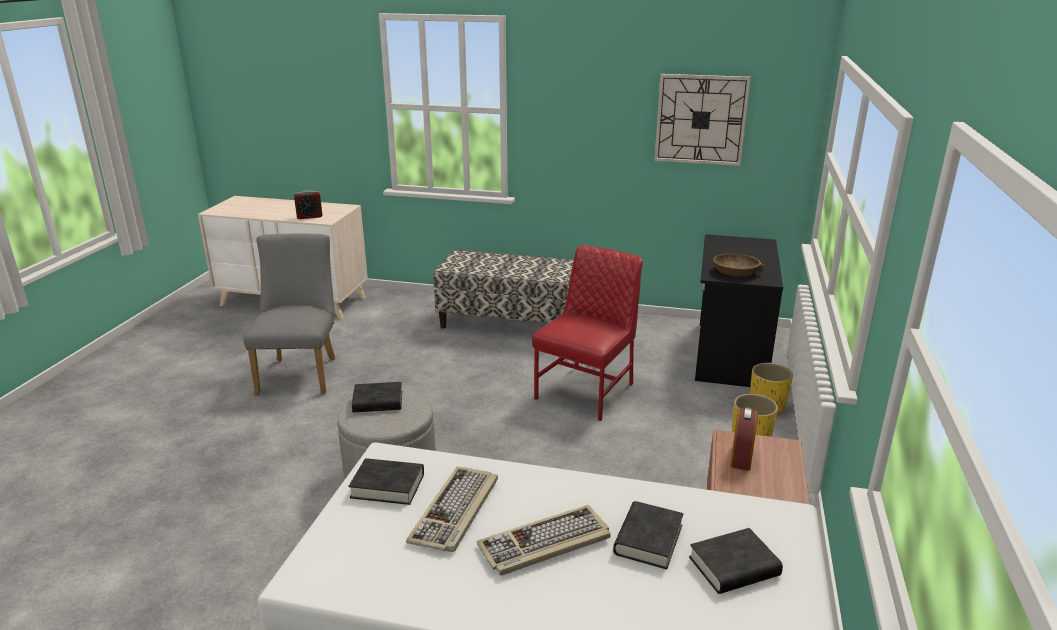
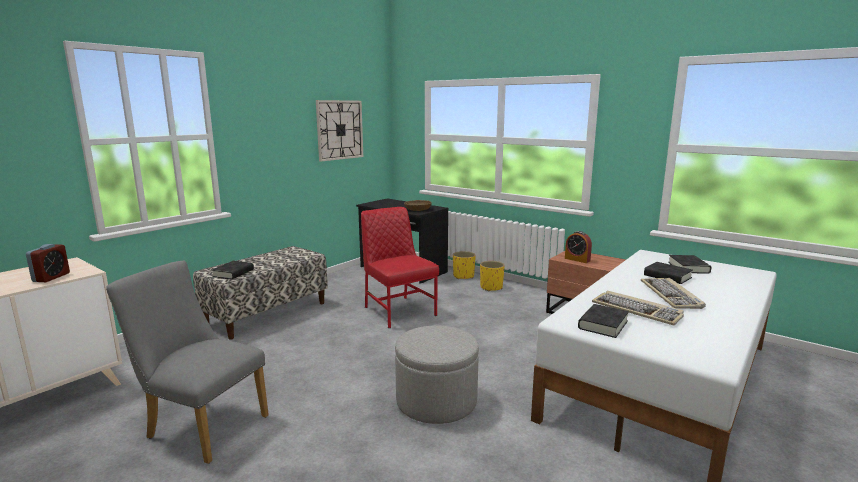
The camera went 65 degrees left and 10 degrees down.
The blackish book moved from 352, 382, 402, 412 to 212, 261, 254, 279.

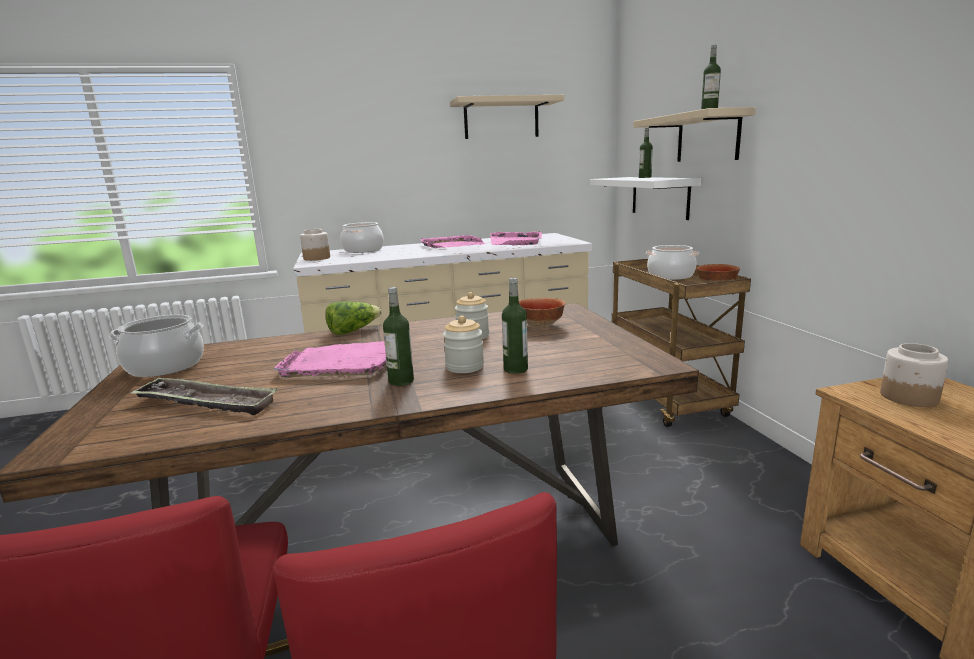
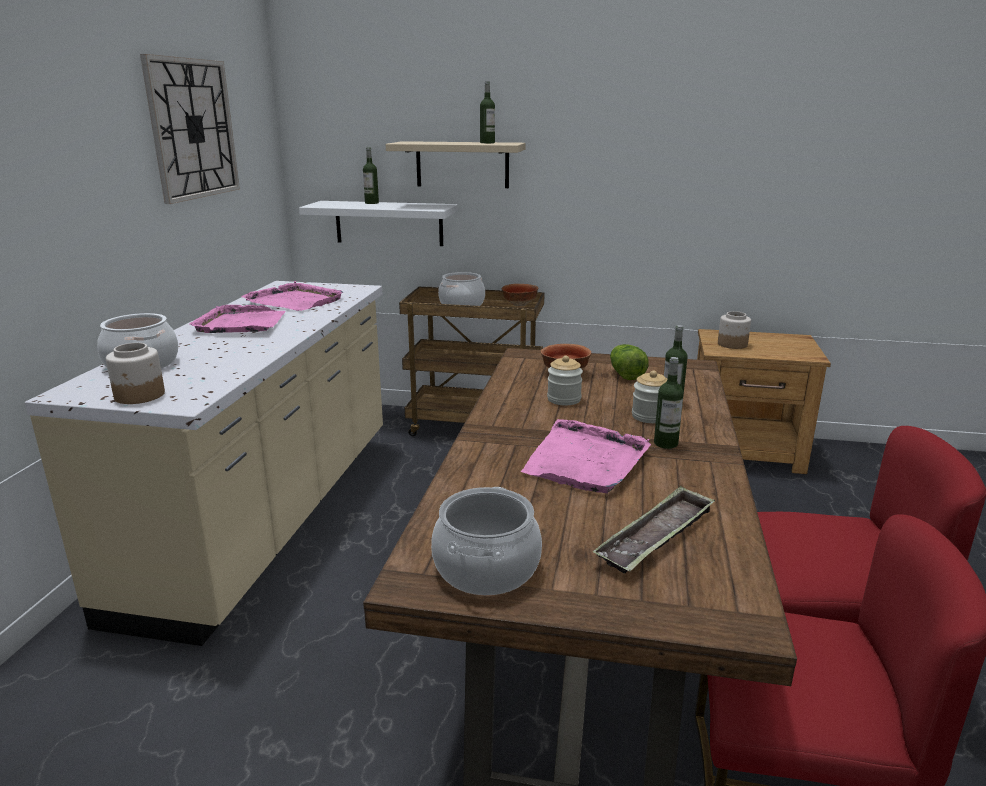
The camera went 65 degrees left and 5 degrees up.
The lettuce head moved from 325, 301, 382, 335 to 610, 344, 649, 380.
The beige-coloured wall shelf at 450, 95, 564, 139 was replaced by the hanging clock at 140, 54, 240, 204.

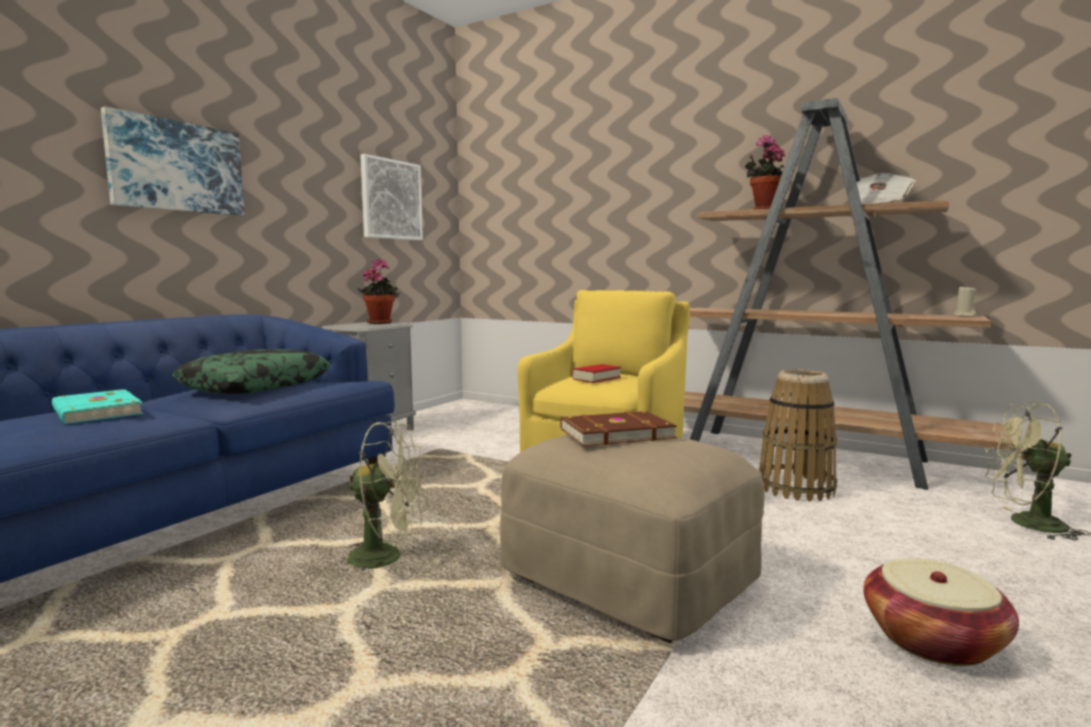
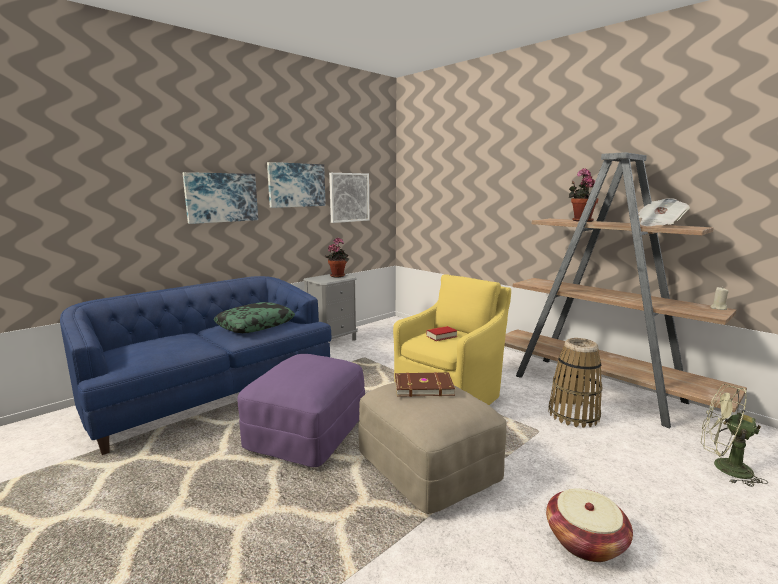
The camera went 15 degrees right and 5 degrees up.
The turquoise-coloured book at 52, 389, 144, 424 disappeared.
The greenish electric fan at 347, 421, 428, 571 was replaced by the purplish ottoman at 237, 354, 365, 467.
The wall picture at 267, 162, 326, 208 appeared.

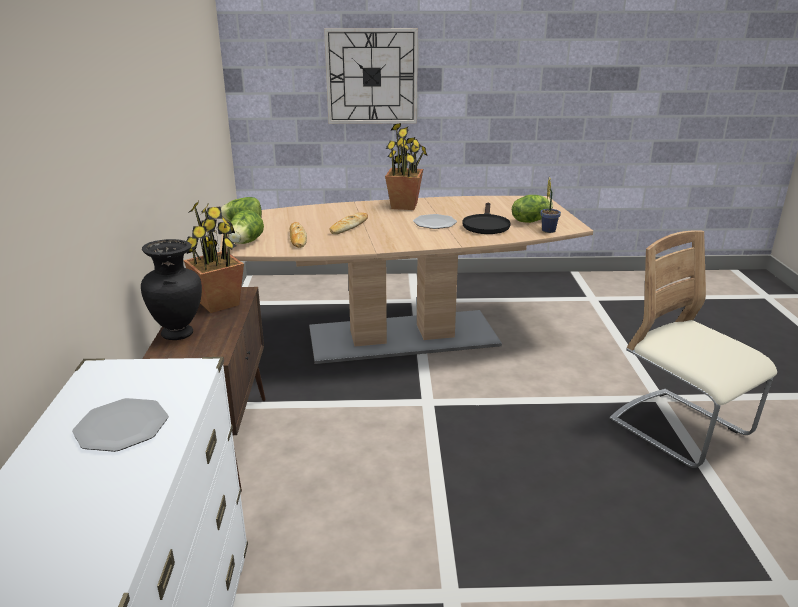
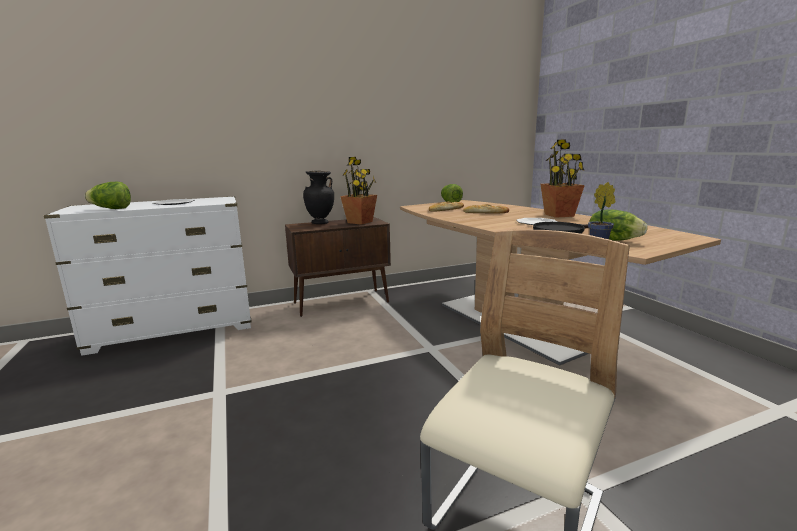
The camera went 70 degrees right and 10 degrees down.
The lettuce head moved from 228, 210, 264, 244 to 85, 182, 131, 209.
The hanging clock at 324, 28, 418, 124 disappeared.

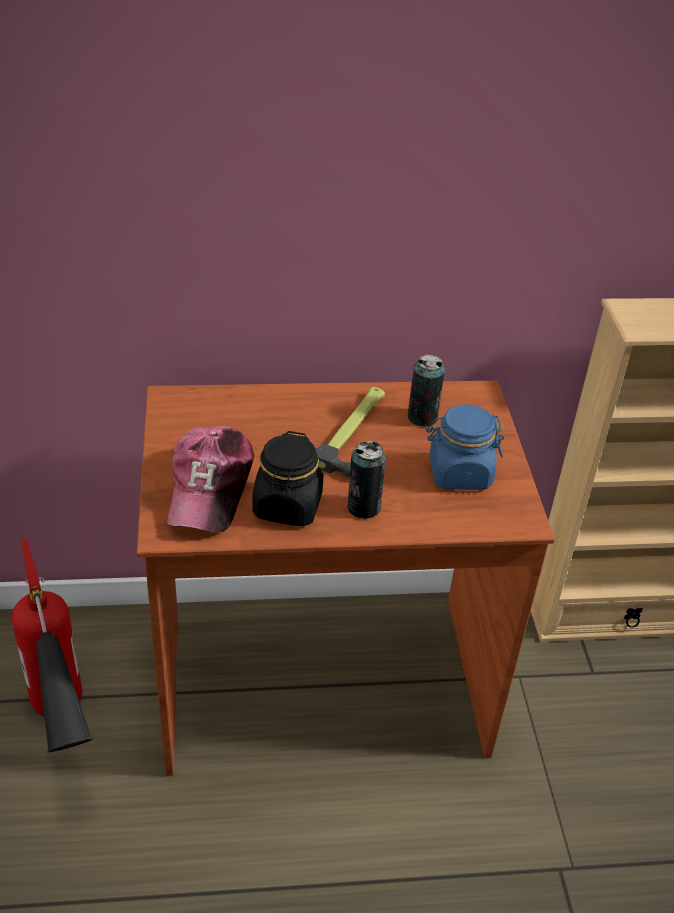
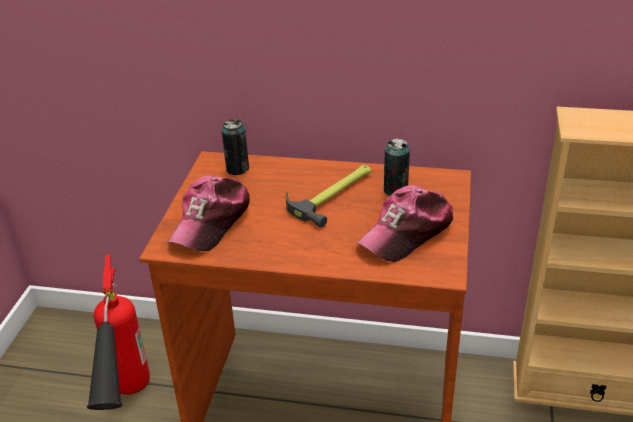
The camera went 20 degrees right and 5 degrees down.
The blackish storage jar at 252, 431, 323, 526 disappeared.
The sealed can moved from 348, 441, 386, 519 to 222, 119, 249, 175.
The bluish storage jar at 426, 404, 505, 490 was replaced by the peaked cap at 357, 185, 454, 262.

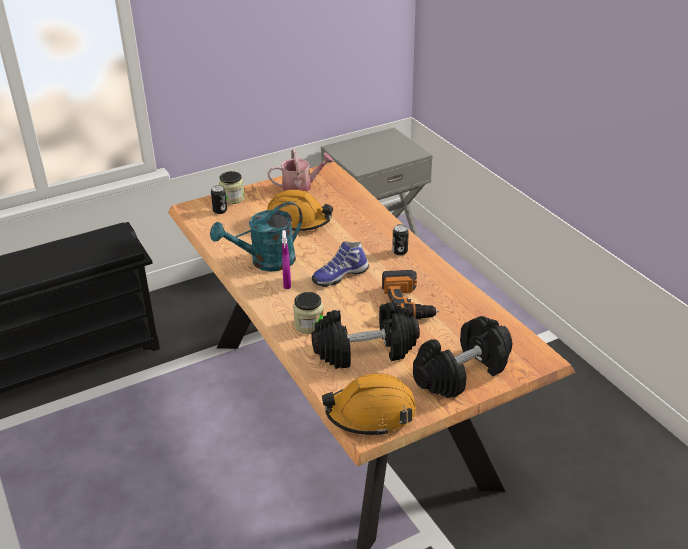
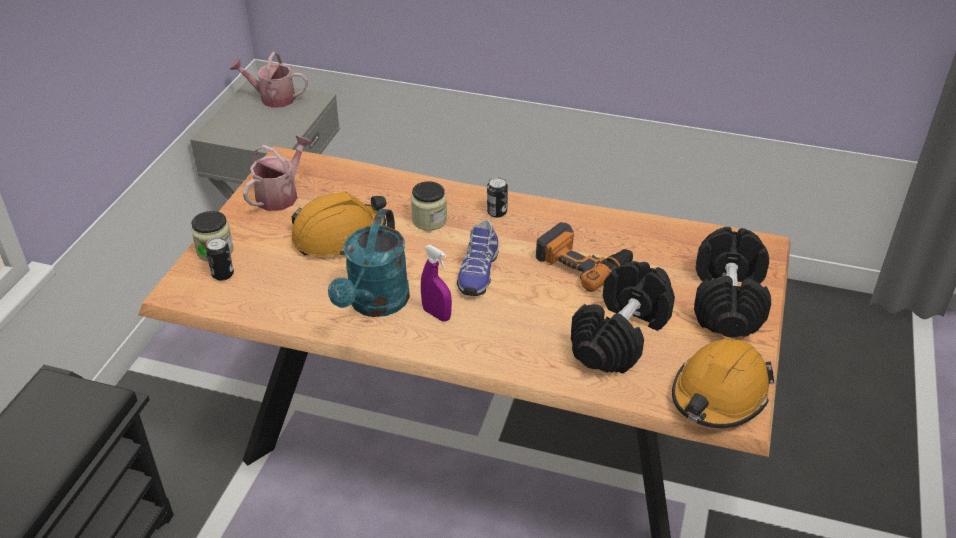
The camera went 45 degrees left and 5 degrees up.
The storage jar moved from 293, 292, 323, 334 to 411, 181, 447, 231.
The watering can at 230, 52, 308, 108 appeared.

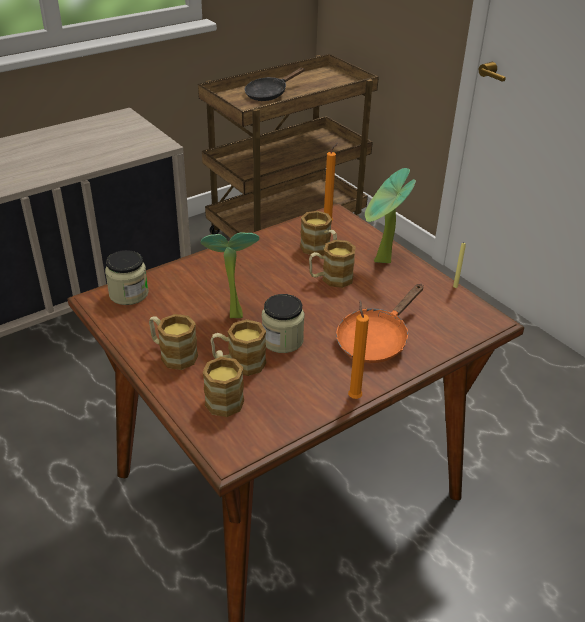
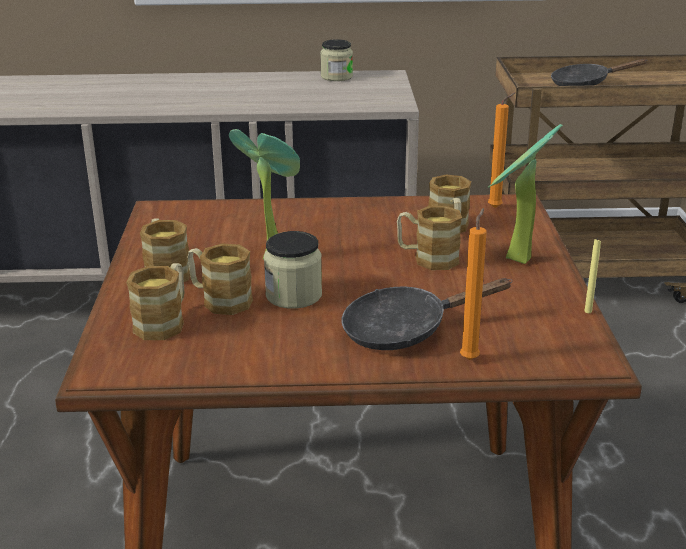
The camera went 35 degrees right and 10 degrees down.
The storage jar moved from 105, 250, 149, 305 to 320, 39, 353, 81.
The orangey pan at 336, 284, 423, 363 became the blackish pan at 341, 278, 512, 350.
The orangey candle moved from 348, 300, 369, 399 to 460, 208, 487, 360.

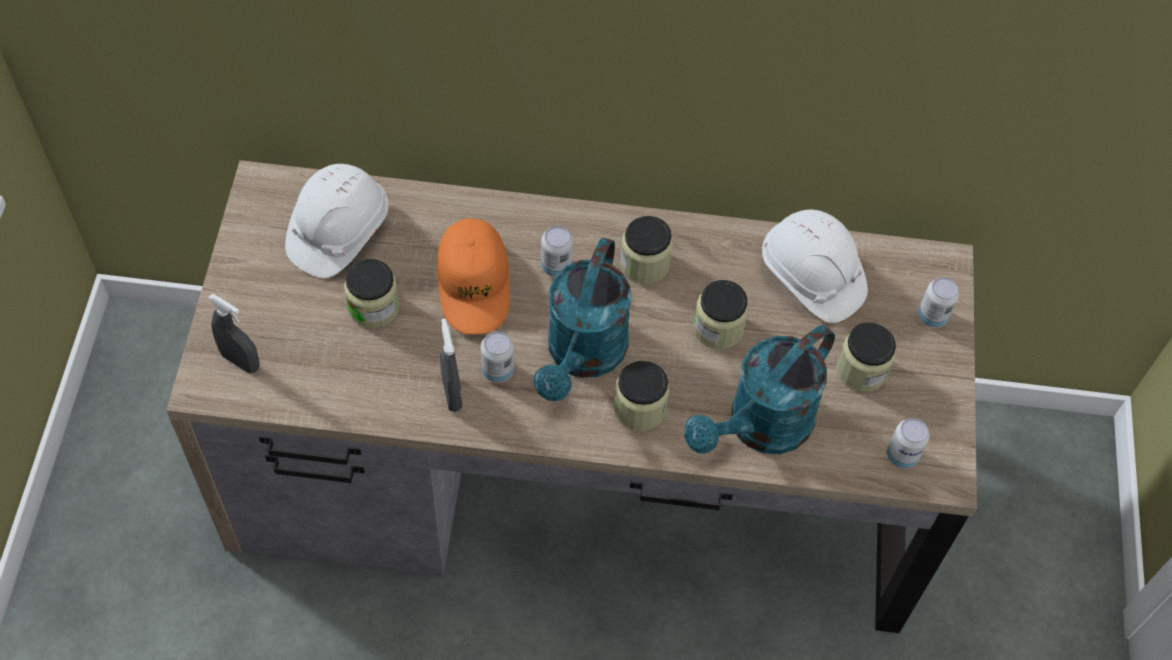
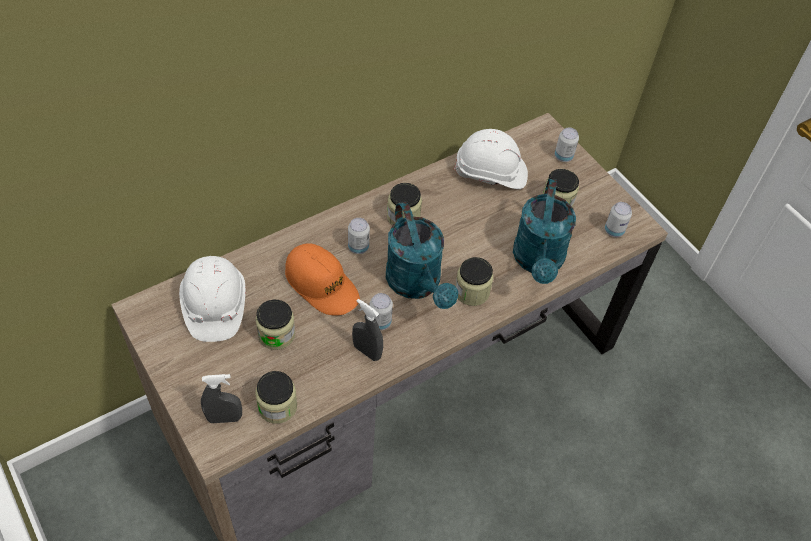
The camera went 40 degrees left and 5 degrees down.
The storage jar moved from 693, 280, 749, 349 to 255, 371, 297, 424.

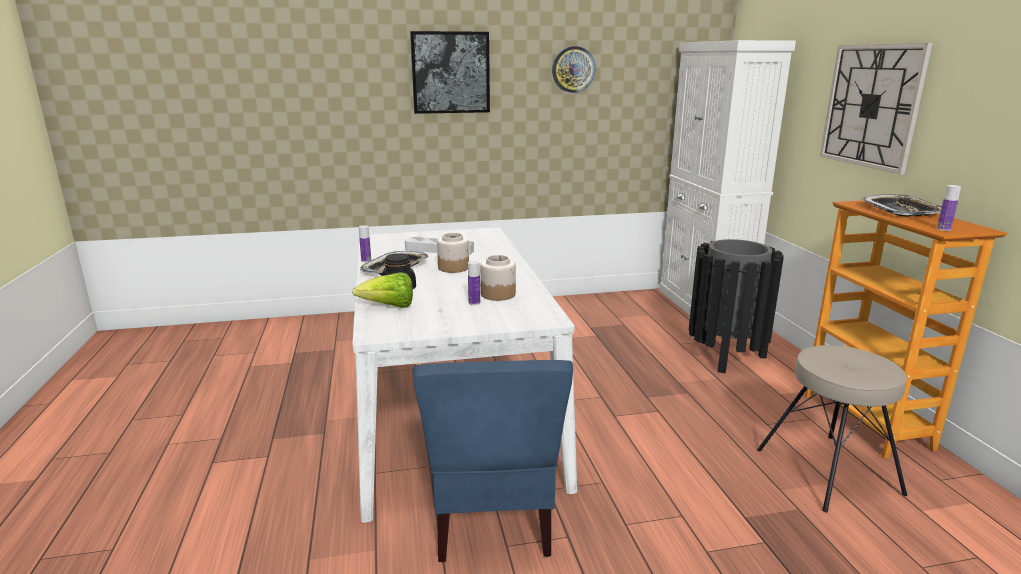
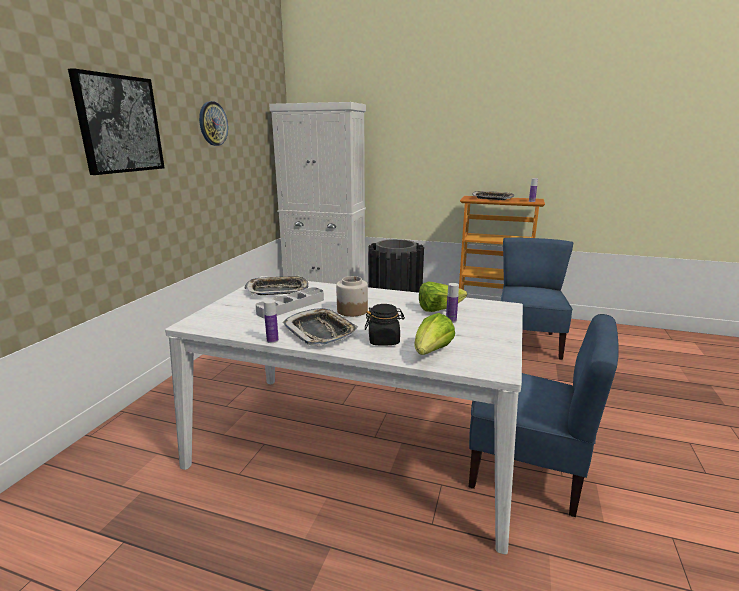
The camera went 60 degrees left and 0 degrees up.
The storage jar at 480, 255, 516, 301 was replaced by the lettuce head at 419, 281, 467, 312.
The beige-coloured stool at 757, 345, 907, 512 was replaced by the bluish plain chair at 501, 238, 573, 360.
The hanging clock at 820, 43, 933, 174 disappeared.
The carrying tray at 244, 275, 308, 295 appeared.

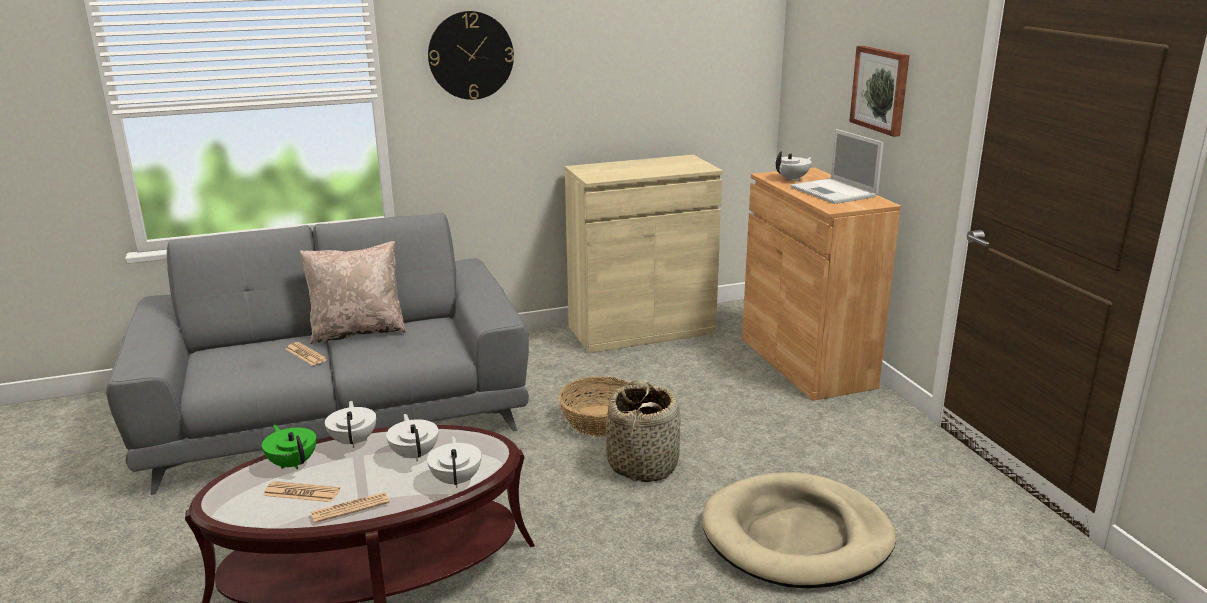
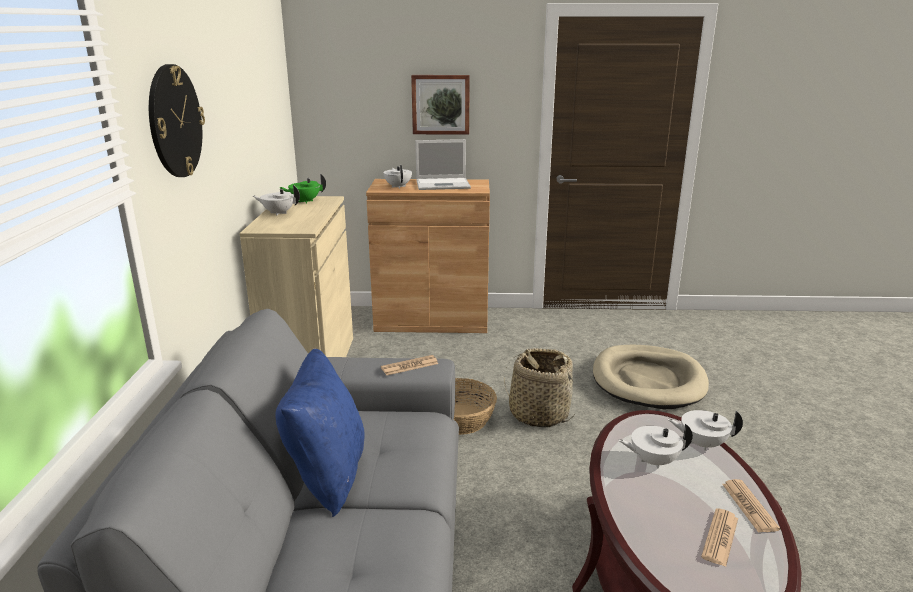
The camera went 70 degrees left and 0 degrees up.
The greenish tea pot moved from 262, 425, 316, 469 to 279, 174, 326, 203.
The newspaper moved from 285, 342, 327, 366 to 381, 355, 438, 375.
The beige-coloured cushion at 300, 241, 406, 344 became the bluish cushion at 275, 348, 365, 517.
The white tea pot moved from 325, 401, 376, 448 to 253, 185, 300, 215.

